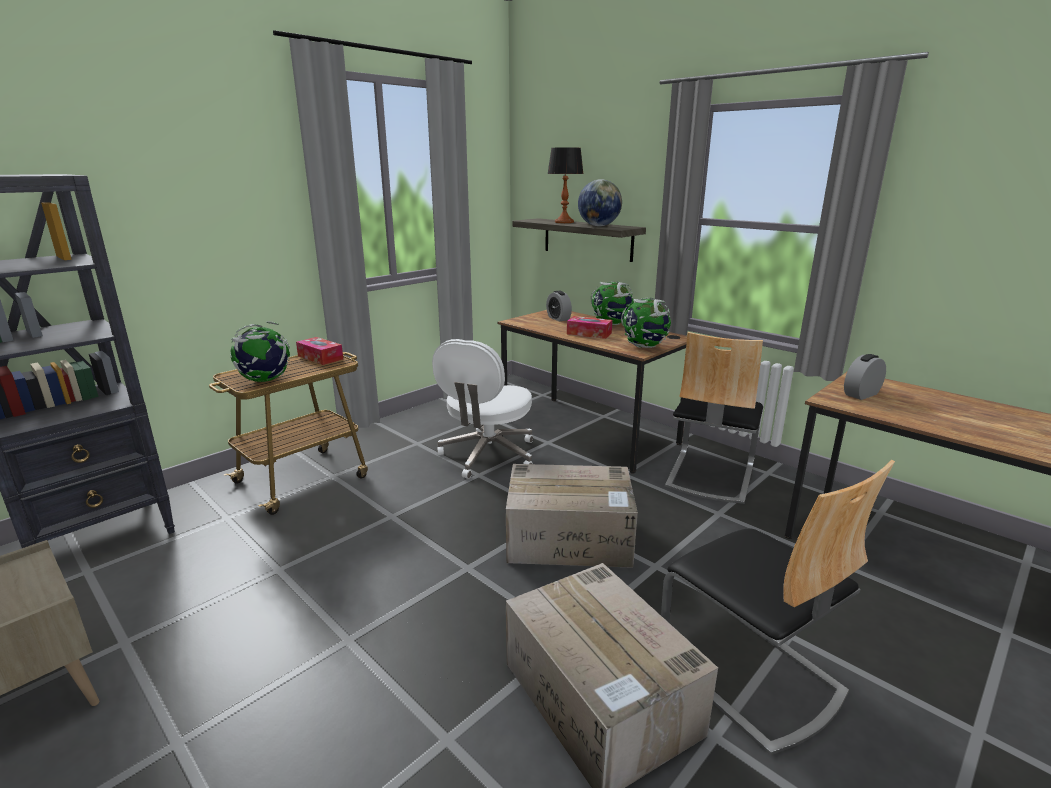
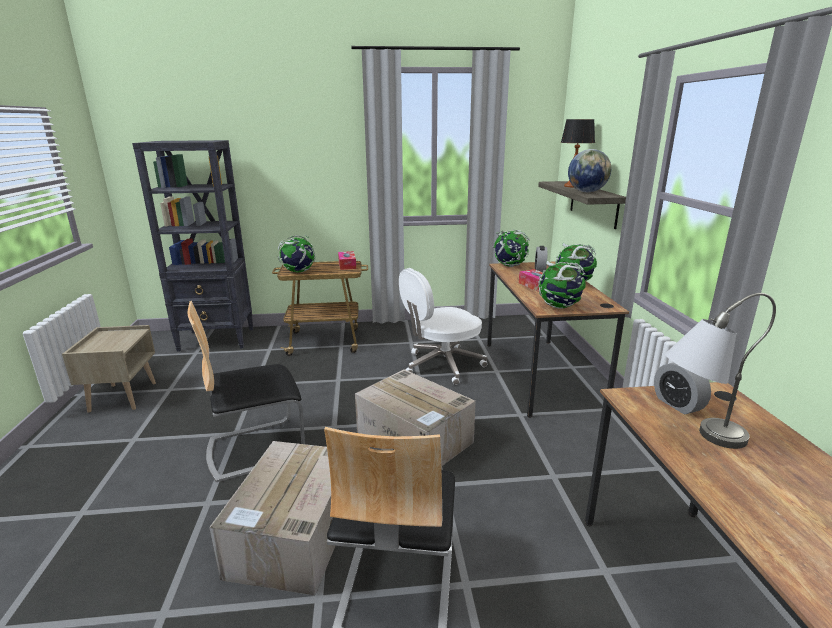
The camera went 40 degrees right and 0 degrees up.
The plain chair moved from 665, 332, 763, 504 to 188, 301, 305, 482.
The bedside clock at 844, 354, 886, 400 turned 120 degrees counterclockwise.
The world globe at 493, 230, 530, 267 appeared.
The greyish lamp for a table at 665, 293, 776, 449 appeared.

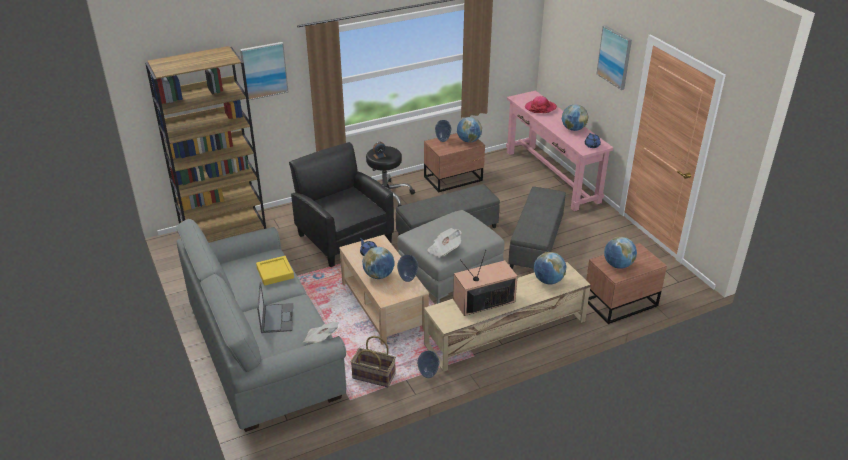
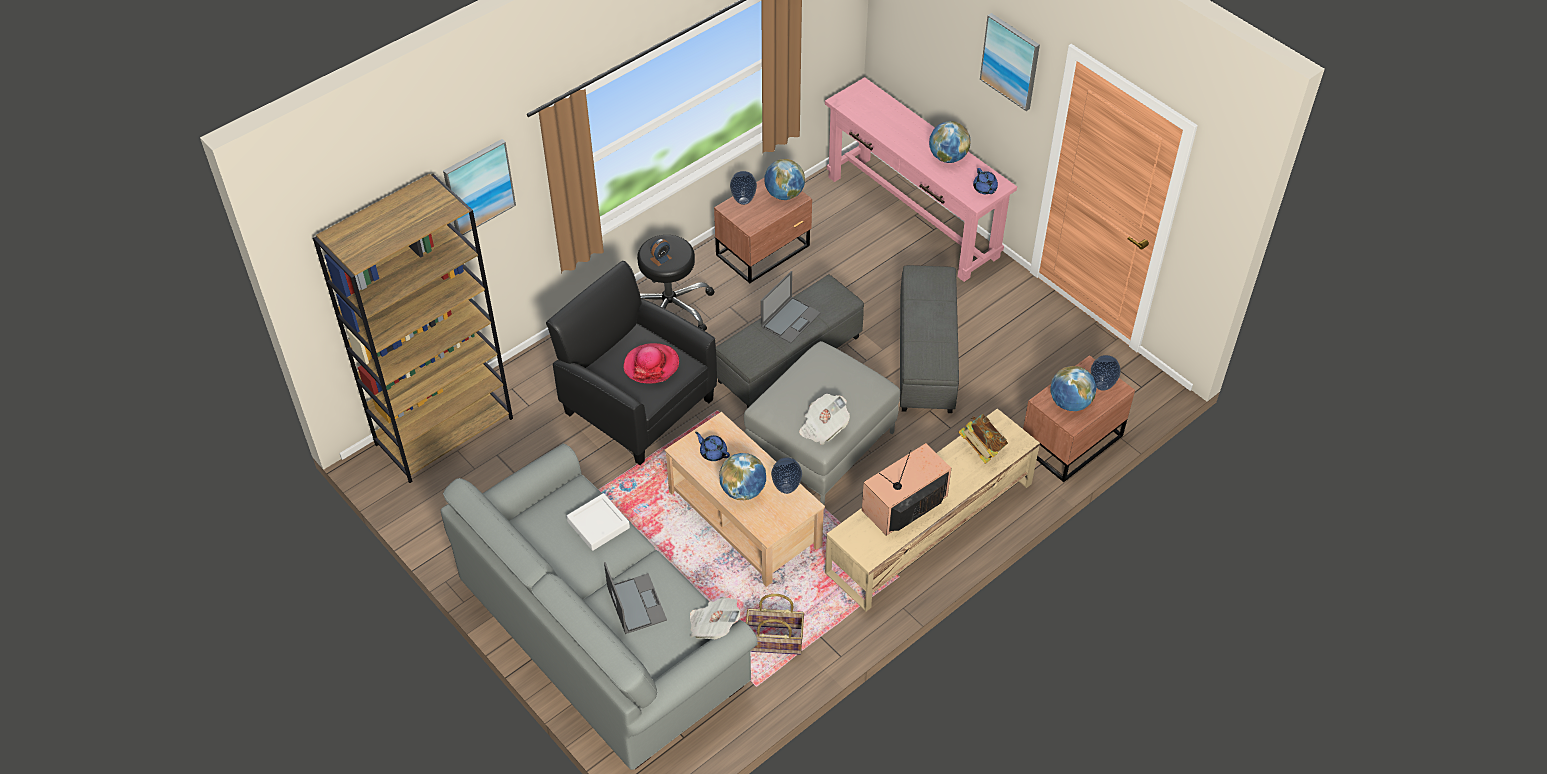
The camera went 15 degrees left and 15 degrees up.
The yellow carrying tray at 256, 256, 294, 286 became the white carrying tray at 567, 493, 630, 551.
The flower vase moved from 417, 350, 440, 378 to 1091, 355, 1121, 390.
The clothing hat moved from 525, 96, 557, 113 to 623, 343, 679, 384.
The world globe at 534, 252, 567, 284 was replaced by the book at 958, 414, 1008, 464.
The laptop at 761, 271, 821, 343 appeared.

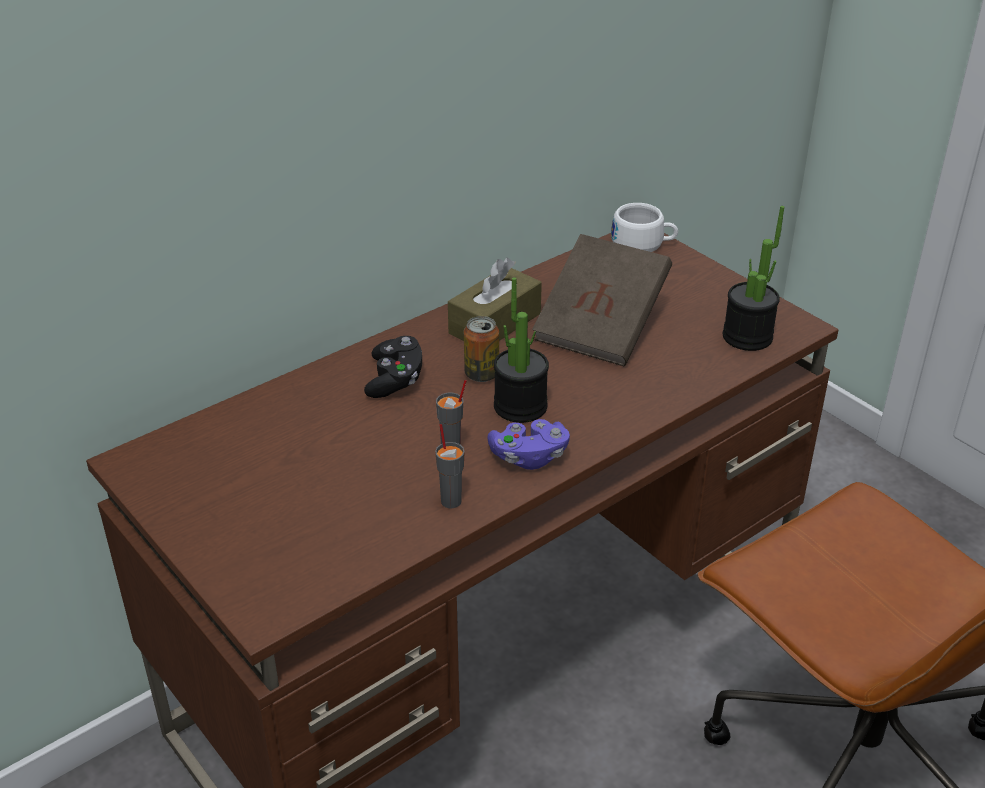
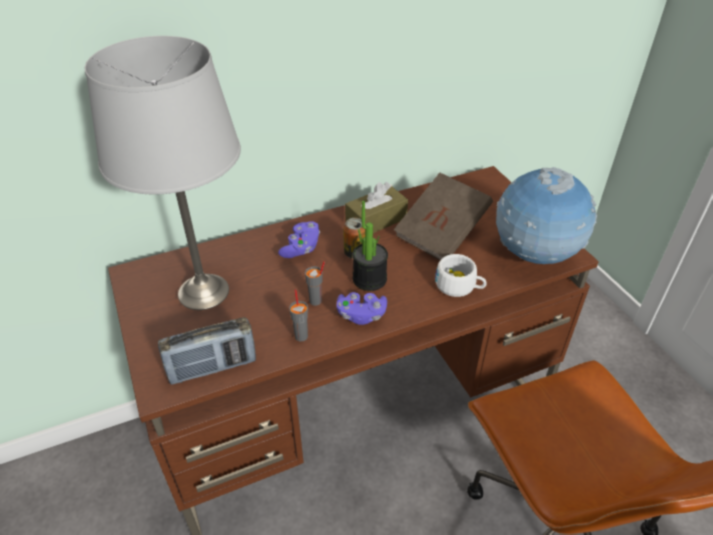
The camera went 15 degrees right and 5 degrees up.
The blackish gamepad at 364, 336, 422, 398 became the purplish gamepad at 278, 221, 320, 258.
The white cup moved from 611, 203, 678, 252 to 435, 254, 487, 297.
The potted plant at 723, 206, 784, 351 was replaced by the world globe at 496, 167, 597, 264.
The greyish lamp for a table at 85, 36, 241, 310 appeared.
The radio receiver at 158, 317, 256, 385 appeared.

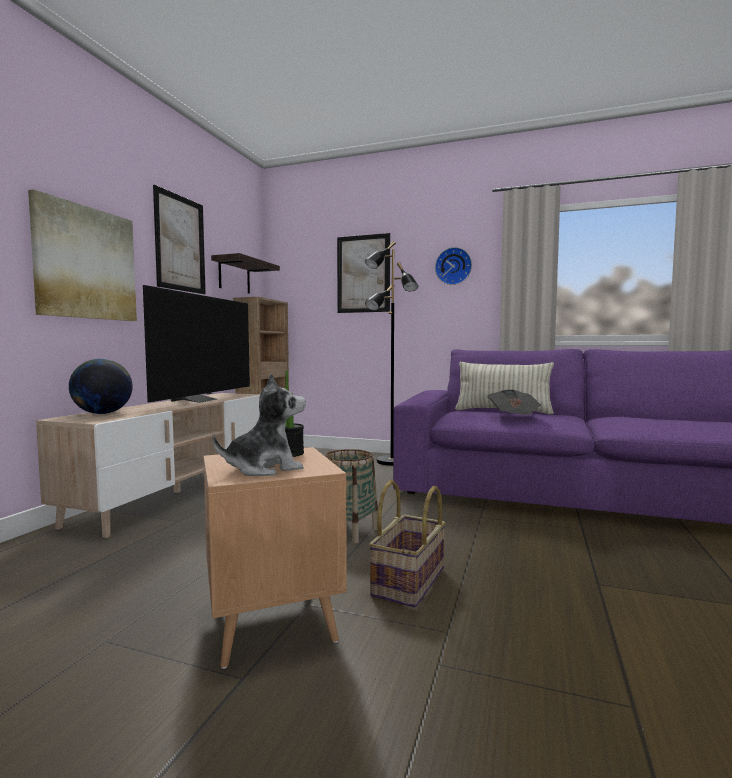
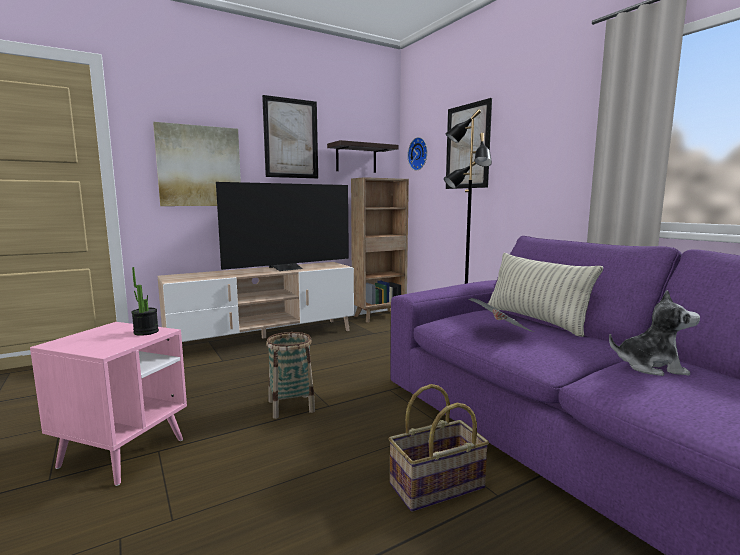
The camera went 40 degrees right and 5 degrees up.
The world globe at 69, 359, 133, 414 disappeared.
The brown-coloured end table at 204, 447, 347, 669 became the pink end table at 30, 322, 187, 486.
The soft toy moved from 212, 373, 306, 476 to 609, 290, 700, 376.
The storage basket moved from 369, 480, 446, 607 to 389, 384, 489, 512.
The hanging clock moved from 435, 247, 472, 285 to 408, 137, 427, 171.

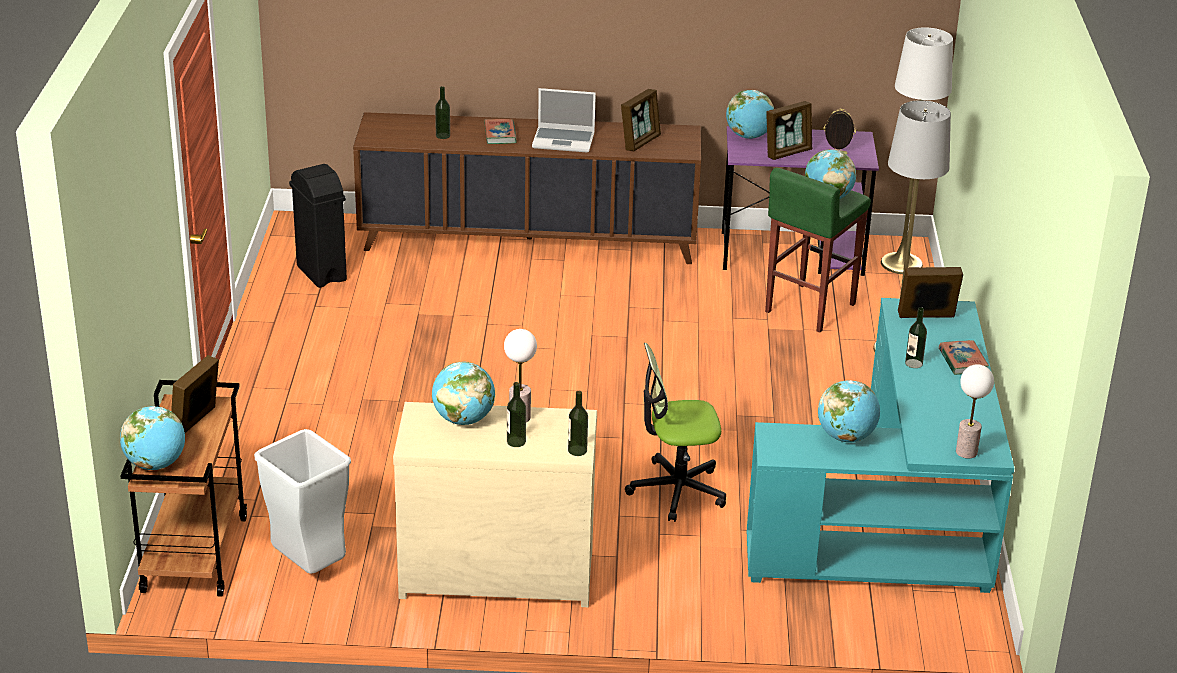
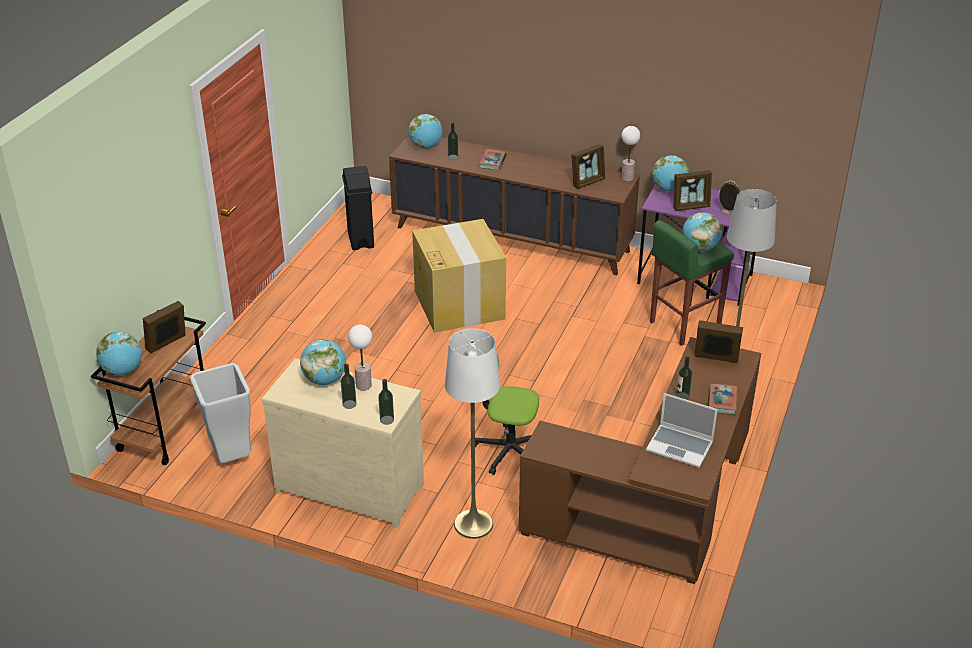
The camera went 20 degrees right and 5 degrees up.
The laptop moved from 532, 88, 596, 153 to 646, 393, 718, 468.
The turquoise-coloured desk at 746, 298, 1014, 593 became the brown-coloured desk at 519, 337, 761, 584.
The world globe moved from 818, 380, 880, 442 to 408, 114, 443, 149.
The white standard lamp moved from 881, 27, 953, 274 to 445, 328, 500, 539.
The lamp for a table moved from 956, 364, 994, 459 to 621, 126, 640, 181.
The cardboard box at 412, 219, 506, 333 appeared.

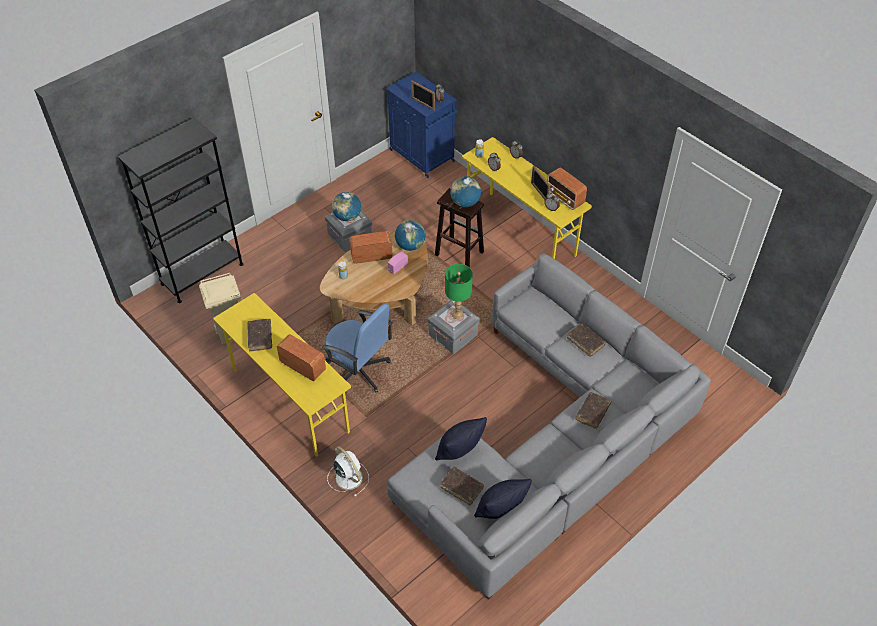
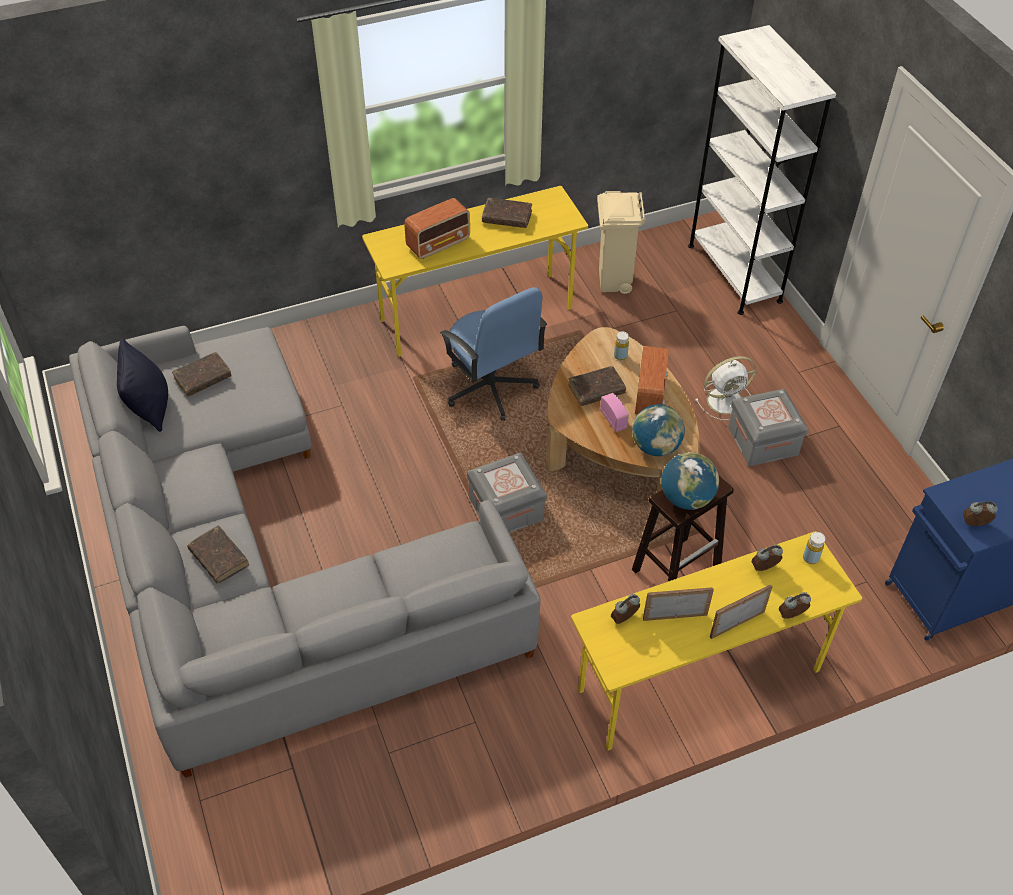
The camera went 110 degrees right and 0 degrees up.
The blackish shelving unit at 118, 118, 244, 303 became the white shelving unit at 688, 25, 836, 315.
The bluish desk chair at 322, 304, 393, 393 turned 90 degrees counterclockwise.
The white electric fan moved from 327, 446, 369, 497 to 695, 356, 756, 420.
The world globe at 332, 192, 361, 221 disappeared.
The picture frame moved from 411, 80, 435, 110 to 710, 585, 772, 639.
The blackish cushion at 435, 417, 487, 461 disappeared.
The greenish lamp for a table at 445, 264, 473, 319 disappeared.
The radio receiver at 547, 167, 587, 210 disappeared.
The brown-coloured book moved from 567, 323, 606, 357 to 568, 366, 626, 406.

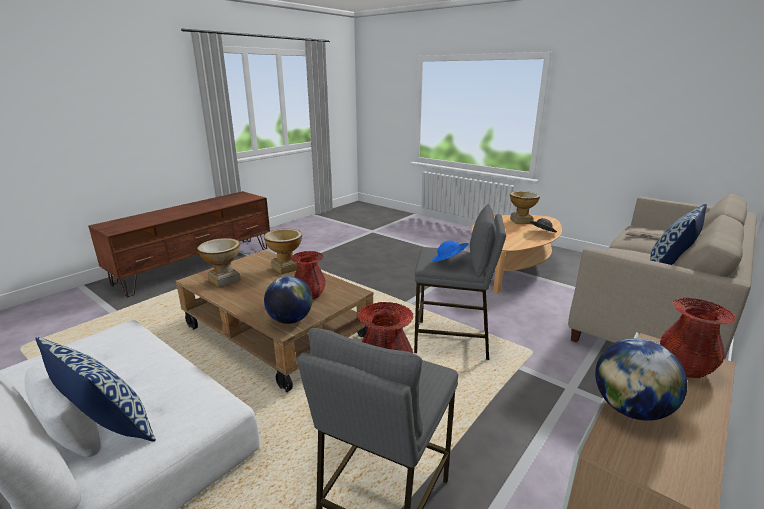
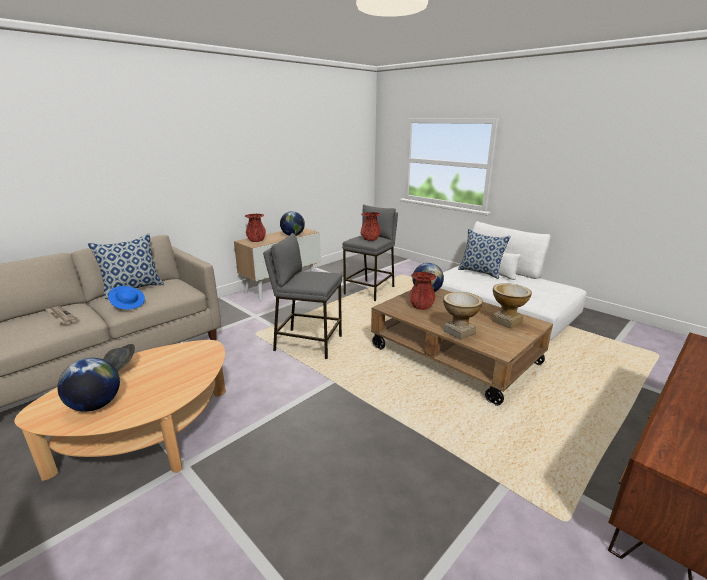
The camera went 175 degrees left and 0 degrees up.
The bluish clothing hat moved from 432, 241, 468, 262 to 108, 286, 145, 310.
The flower vase at 510, 191, 540, 224 was replaced by the world globe at 57, 358, 120, 412.

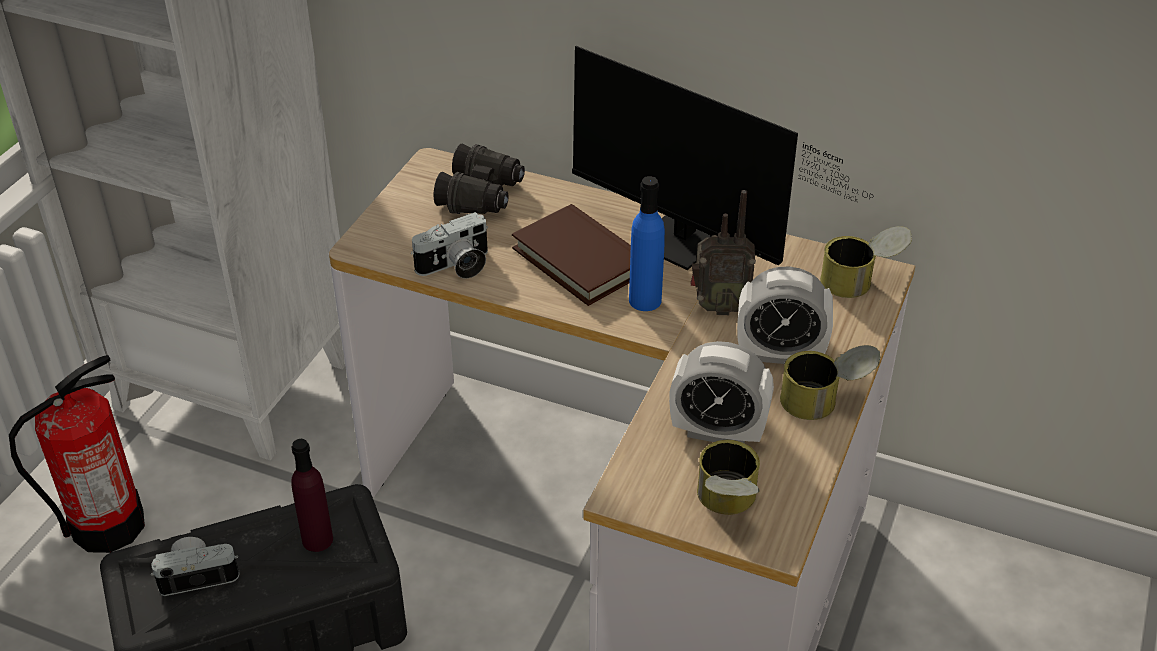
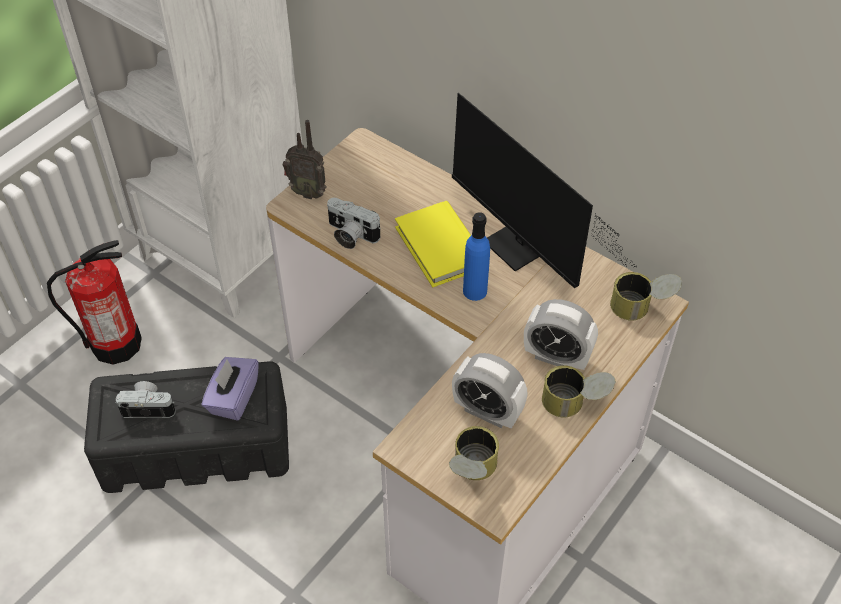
The camera went 15 degrees right and 10 degrees up.
The purplish drink bottle at 291, 439, 333, 552 was replaced by the purplish tissue holder at 202, 357, 259, 421.
The photo camera at 411, 212, 488, 279 turned 45 degrees clockwise.
The blackish pair of binoculars at 434, 143, 525, 214 disappeared.
The brown-coloured book at 512, 204, 631, 306 became the yellow book at 395, 201, 471, 287.
The radio receiver moved from 690, 190, 756, 315 to 283, 120, 327, 199.

